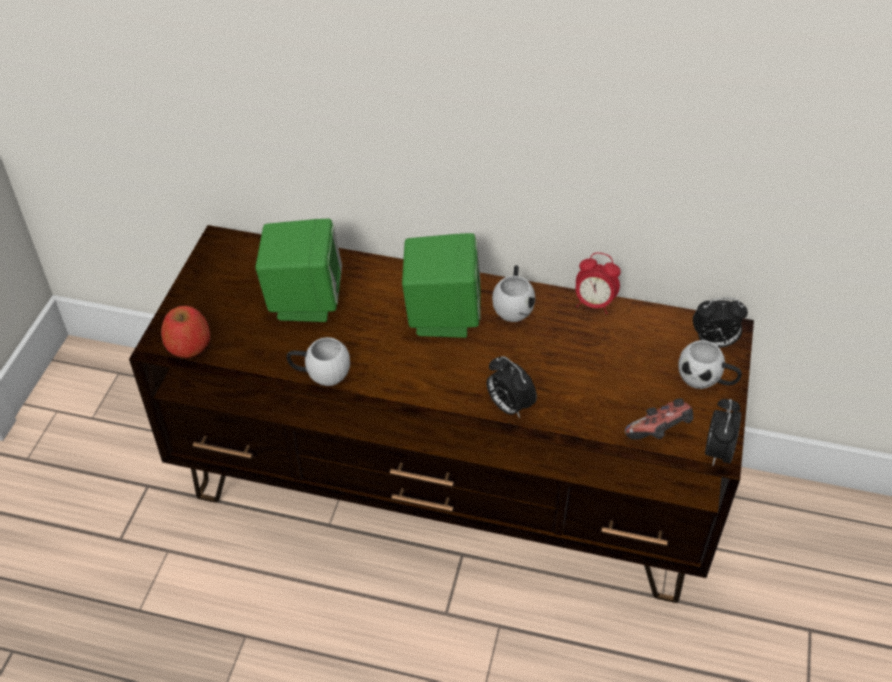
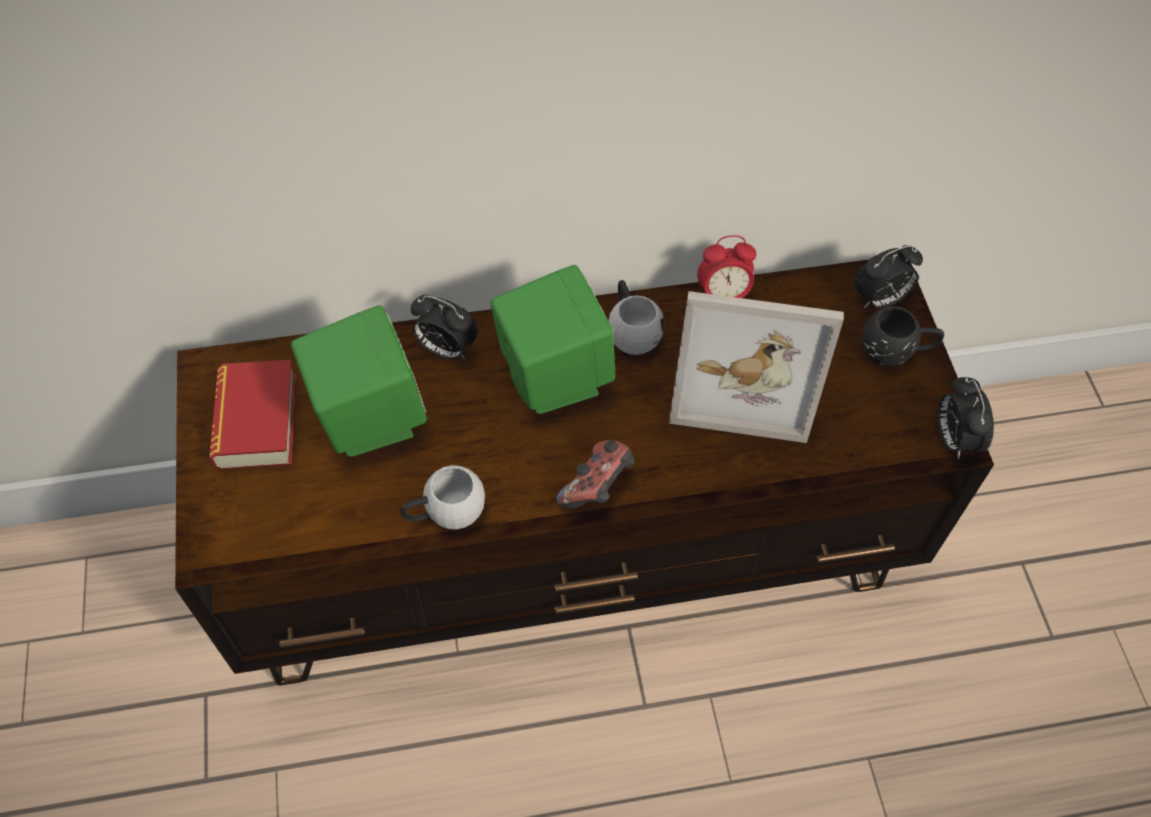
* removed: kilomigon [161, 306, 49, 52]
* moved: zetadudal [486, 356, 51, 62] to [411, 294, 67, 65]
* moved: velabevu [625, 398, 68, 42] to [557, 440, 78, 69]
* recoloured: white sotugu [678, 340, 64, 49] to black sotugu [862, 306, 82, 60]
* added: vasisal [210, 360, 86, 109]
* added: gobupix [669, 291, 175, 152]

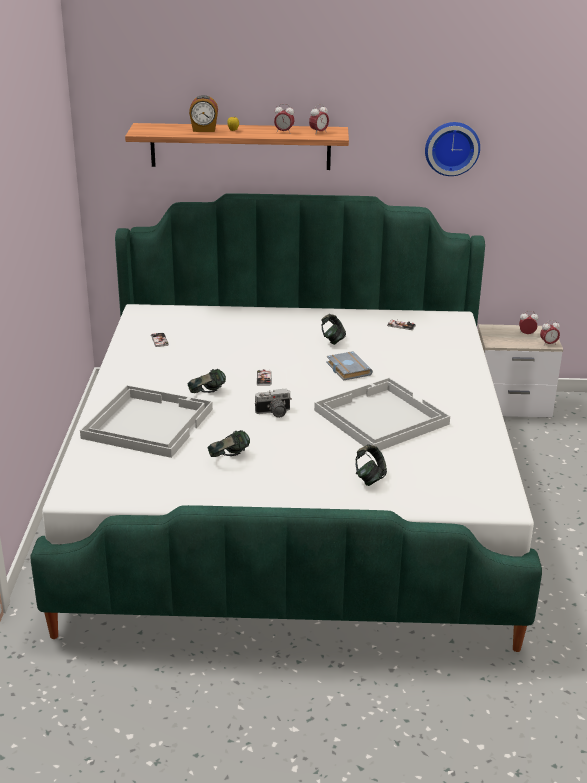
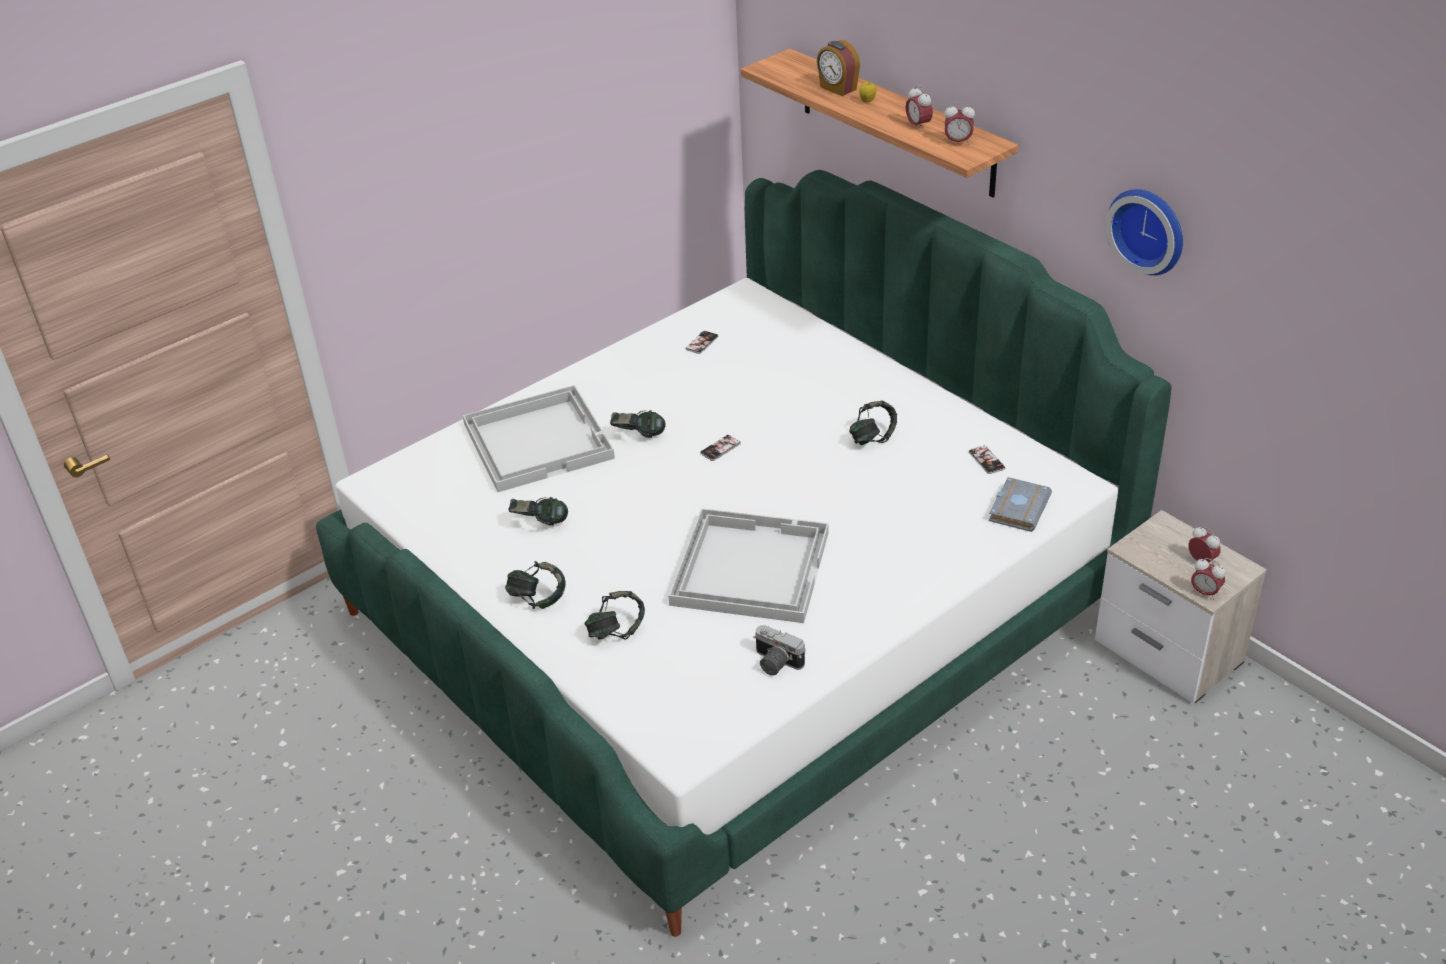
* moved: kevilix [255, 389, 37, 29] to [753, 625, 53, 51]
* moved: grey vasisal [326, 351, 47, 30] to [989, 477, 63, 55]
* added: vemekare [505, 561, 60, 48]

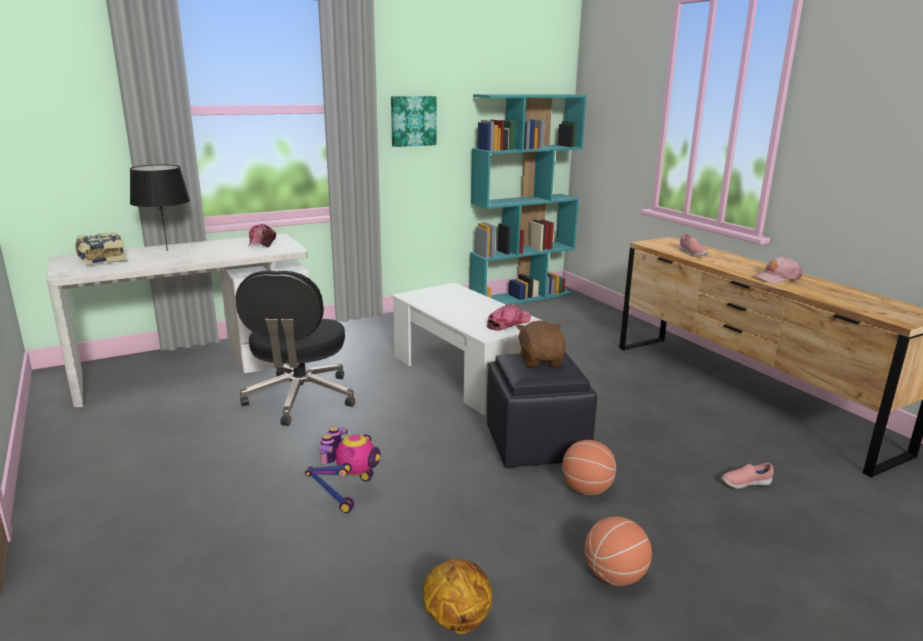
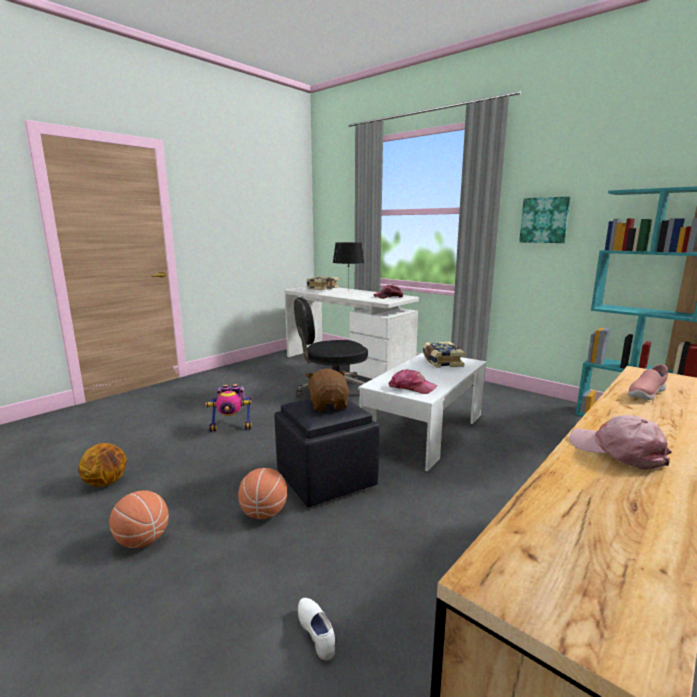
* turned: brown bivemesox [517, 321, 49, 47] = [306, 369, 43, 42] 75 degrees counterclockwise
* recoloured: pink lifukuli [721, 463, 53, 26] to white lifukuli [298, 598, 37, 62]
* added: vasisal [423, 342, 42, 26]

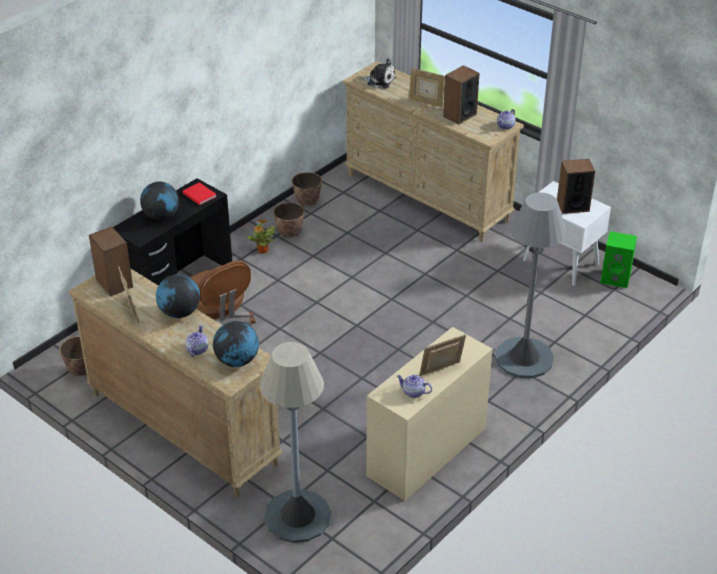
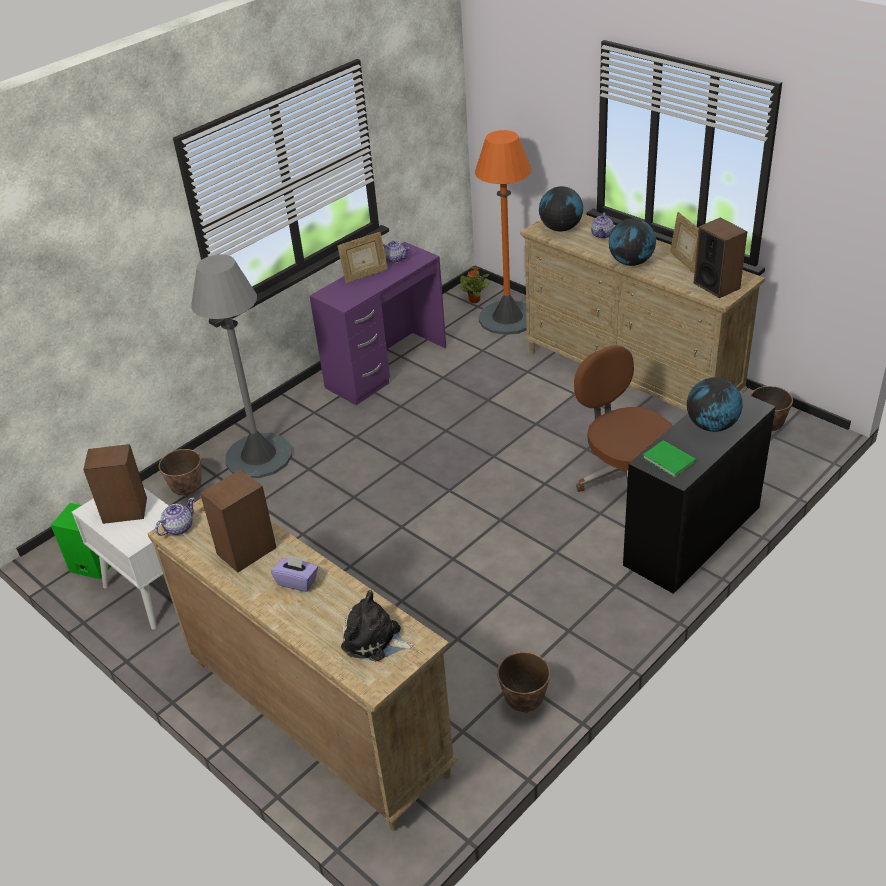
* recoloured: red vasisal [183, 182, 34, 23] to green vasisal [643, 440, 53, 38]
* moved: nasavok [247, 219, 28, 34] to [460, 266, 29, 37]
* recoloured: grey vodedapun [260, 342, 71, 201] to orange vodedapun [475, 130, 56, 205]
* moved: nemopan [273, 202, 32, 36] to [159, 449, 43, 49]
* recoloured: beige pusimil [366, 327, 127, 174] to purple pusimil [310, 242, 136, 163]
* replaced: gobupix [409, 68, 36, 39] to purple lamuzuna [271, 554, 47, 38]

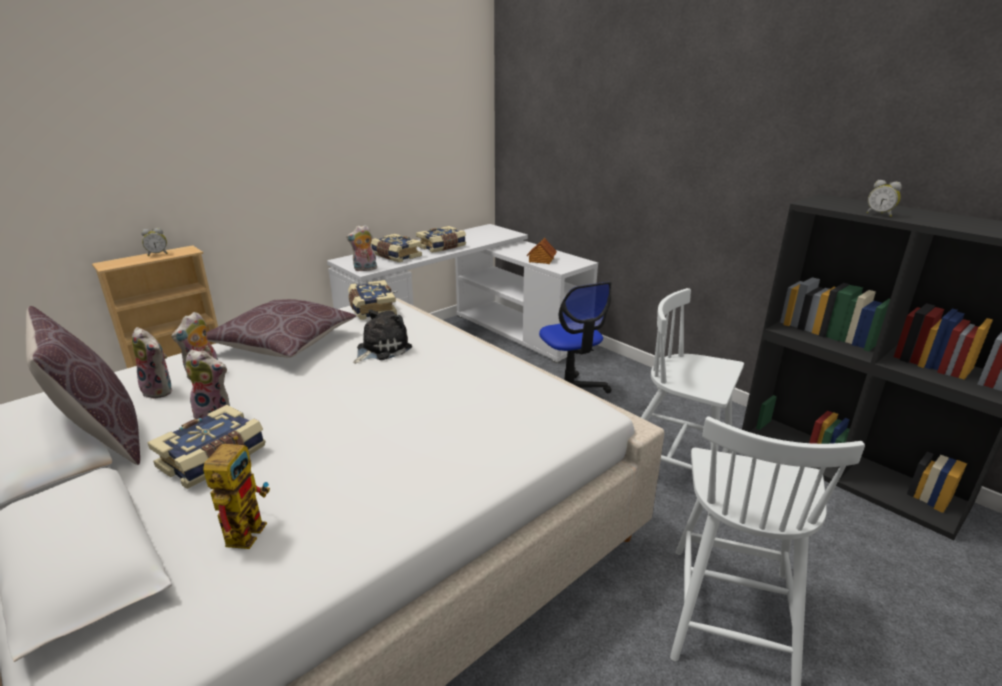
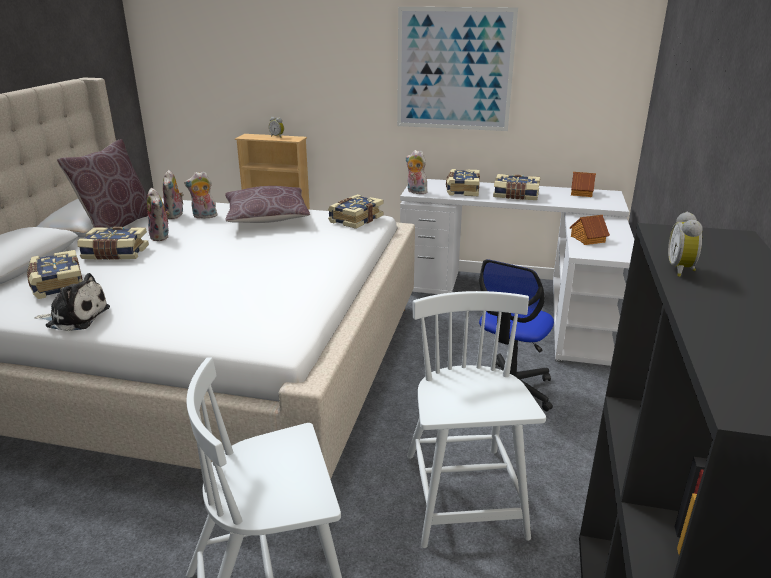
* replaced: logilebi [203, 436, 67, 113] to vasisal [27, 250, 56, 49]
* moved: bivemesox [353, 310, 59, 54] to [34, 273, 76, 58]
* added: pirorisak [397, 7, 121, 124]
* added: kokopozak [571, 172, 25, 25]

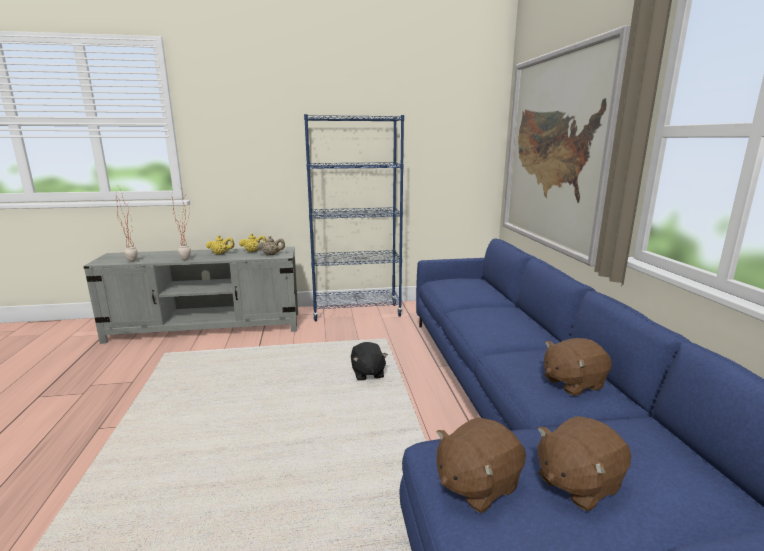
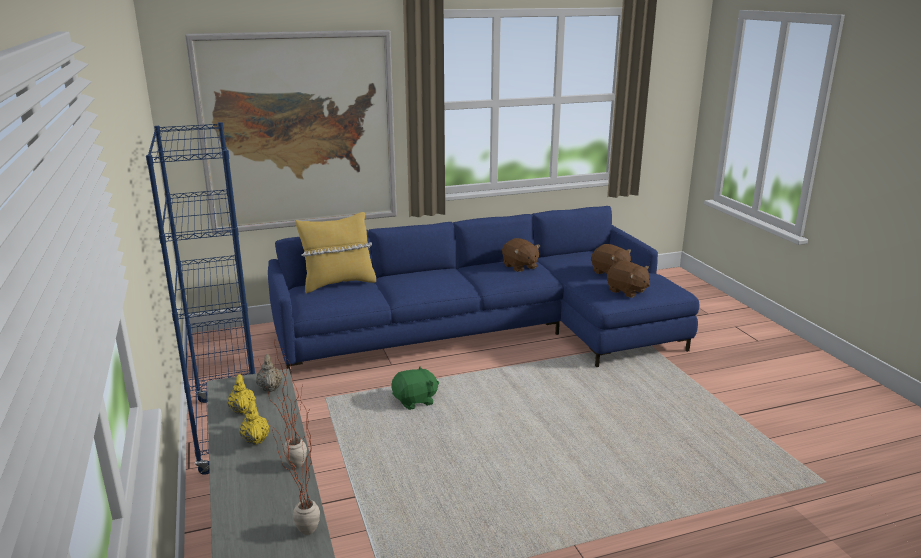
* recoloured: black bivemesox [351, 342, 37, 39] to green bivemesox [391, 366, 48, 44]
* added: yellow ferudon [295, 212, 81, 81]

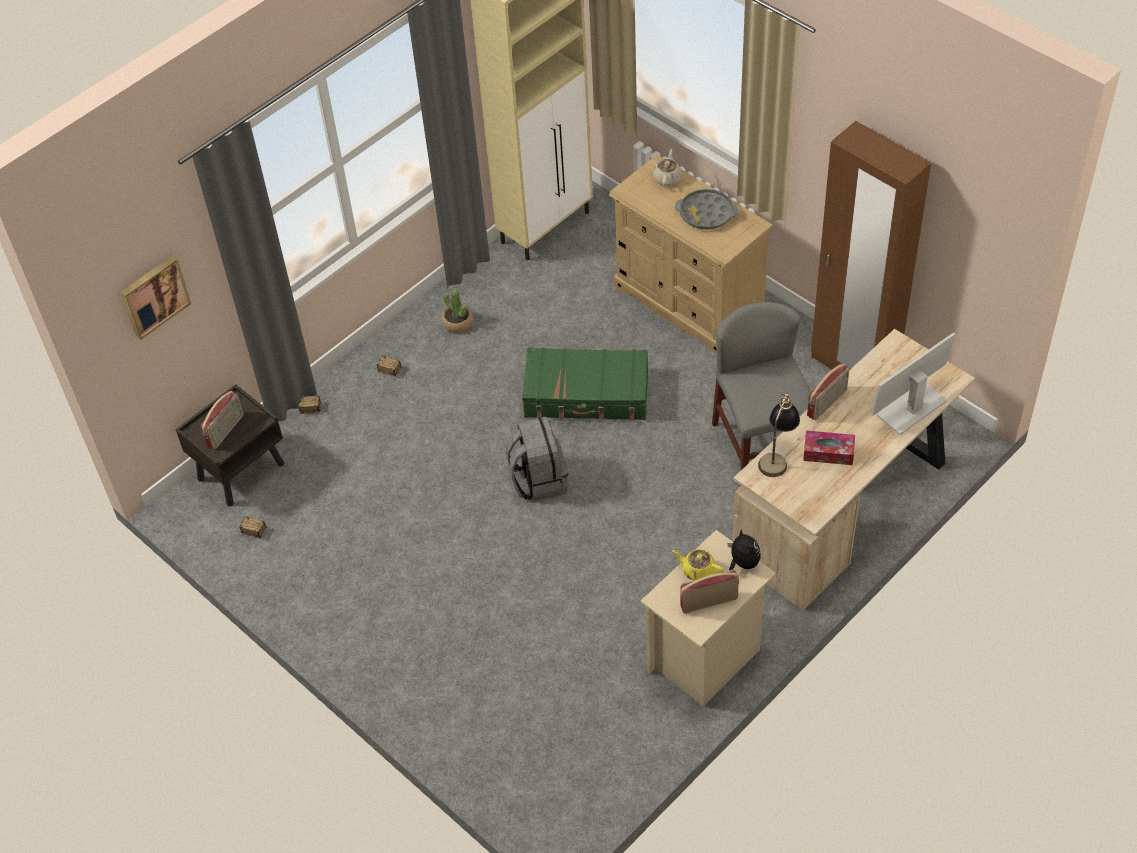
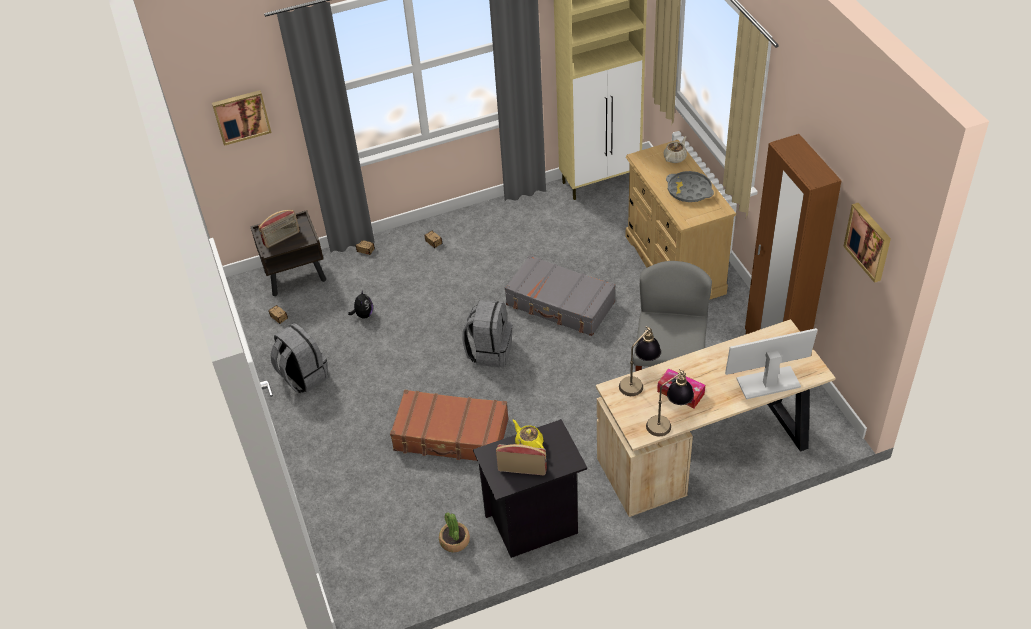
* moved: nasavok [441, 289, 32, 44] to [439, 512, 31, 40]
* recoloured: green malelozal [522, 347, 126, 74] to grey malelozal [505, 255, 110, 81]
* recoloured: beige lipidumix [641, 530, 135, 176] to black lipidumix [473, 419, 114, 139]
* moved: bivemesox [728, 529, 32, 41] to [348, 289, 25, 30]
* removed: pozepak [807, 363, 43, 57]
* added: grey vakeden [271, 323, 58, 71]
* added: brown malelozal [390, 390, 119, 71]
* added: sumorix [646, 369, 48, 67]
* added: pirorisak [843, 203, 48, 80]

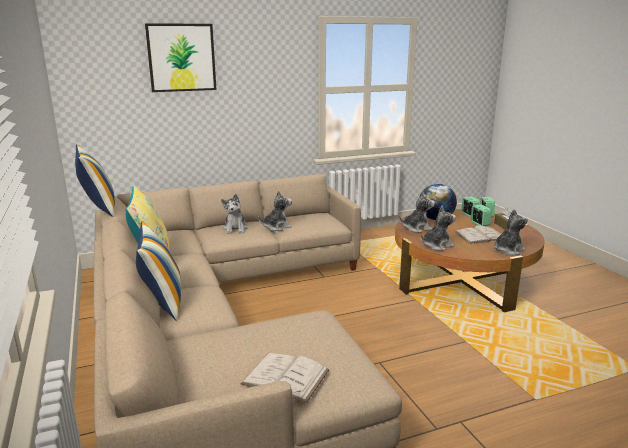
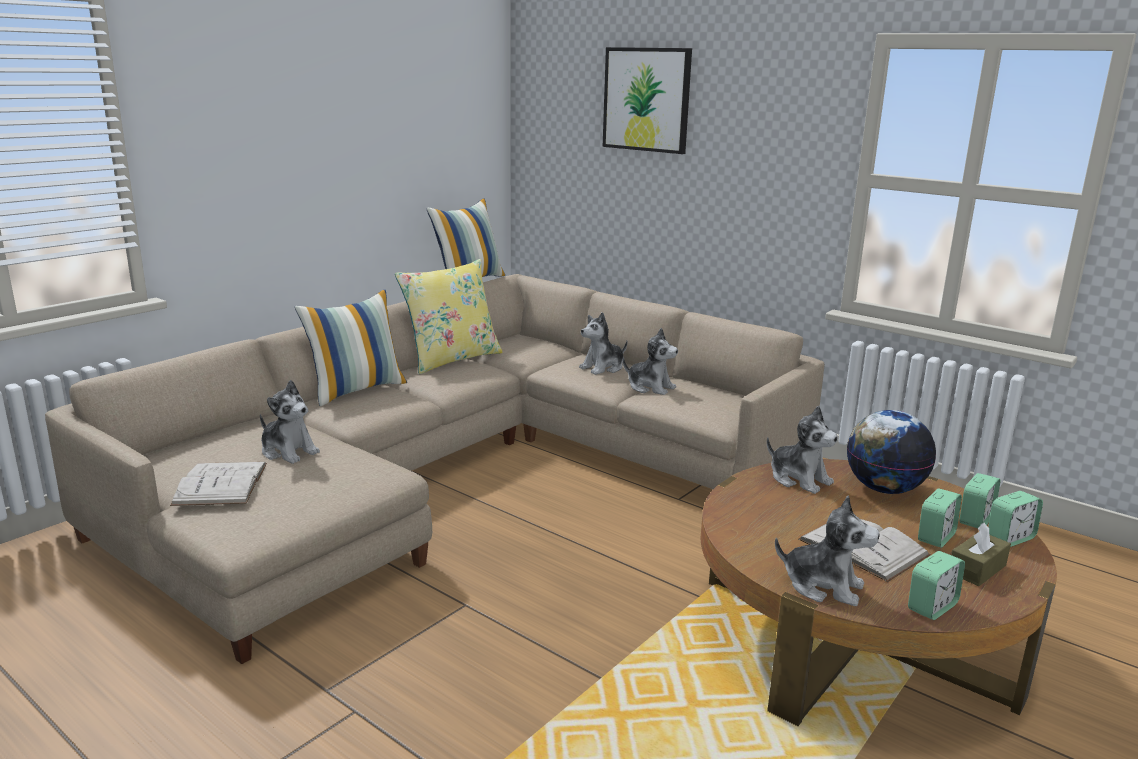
* moved: bivemesox [420, 206, 36, 45] to [260, 380, 60, 84]
* added: zetadudal [908, 551, 57, 69]

